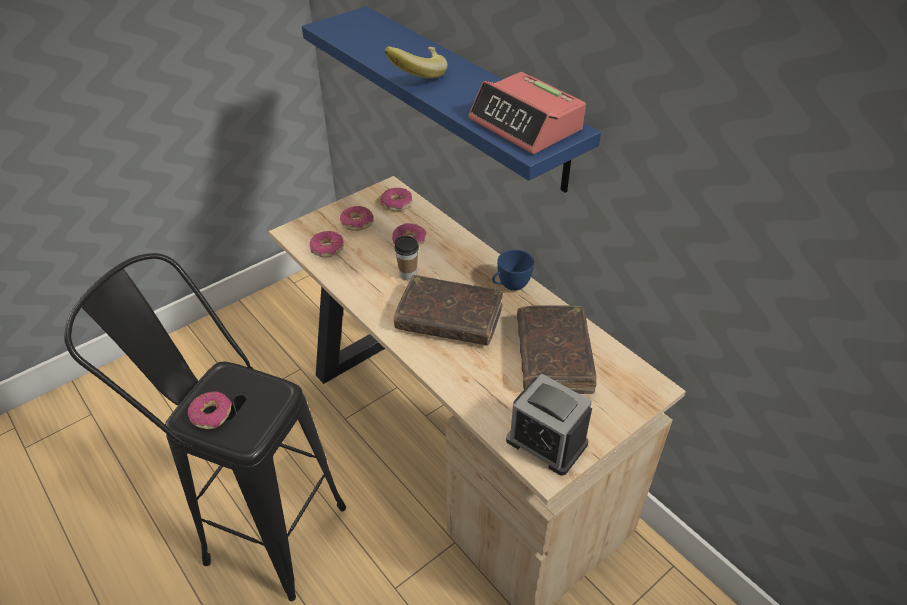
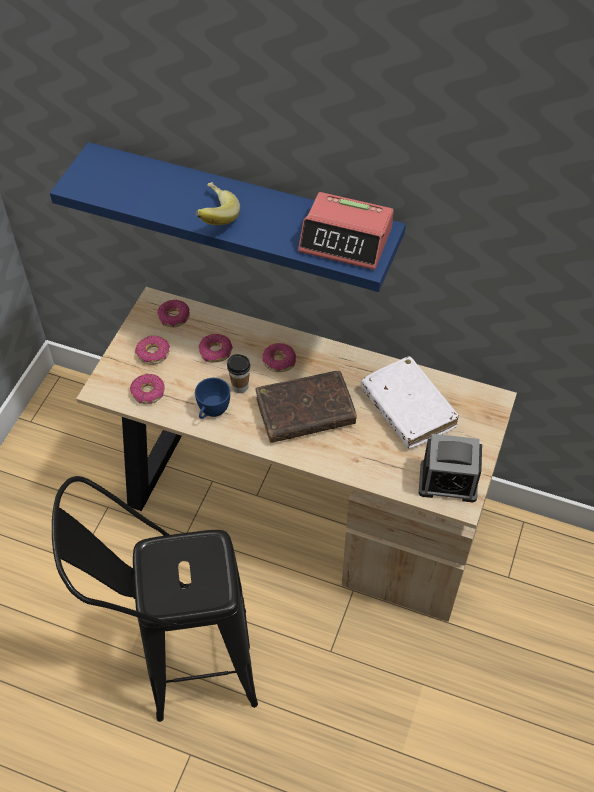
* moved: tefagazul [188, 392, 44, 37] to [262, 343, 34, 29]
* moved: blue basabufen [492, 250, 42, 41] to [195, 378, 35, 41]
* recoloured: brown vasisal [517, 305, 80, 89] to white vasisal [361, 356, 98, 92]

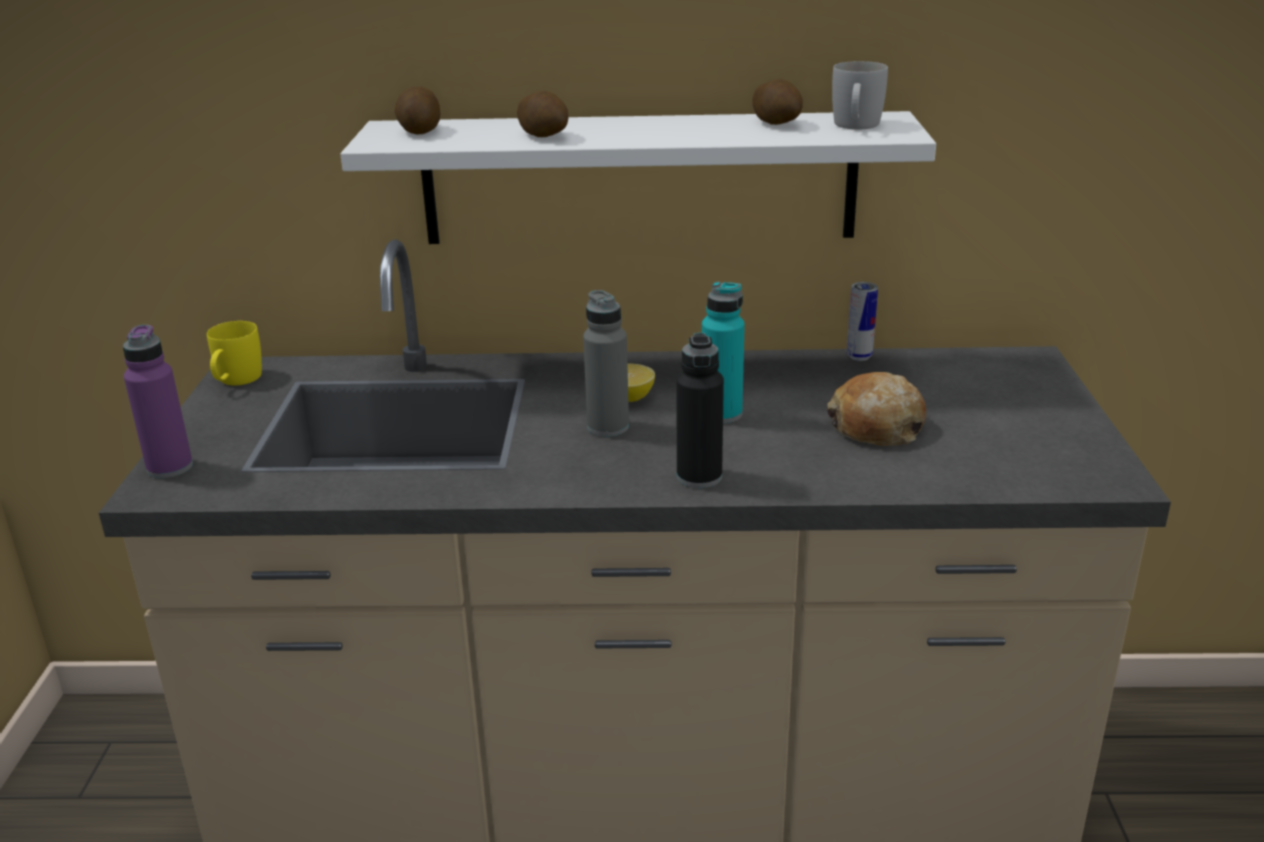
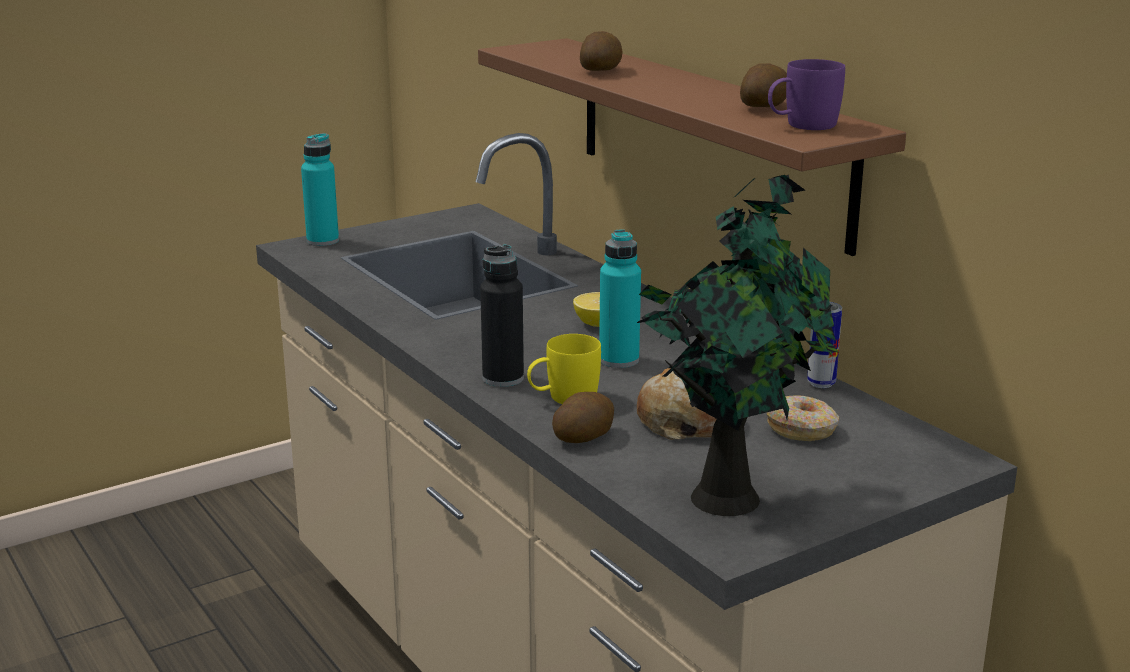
* recoloured: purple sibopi [123, 325, 70, 153] to turquoise sibopi [301, 133, 38, 113]
* moved: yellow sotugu [207, 321, 55, 64] to [527, 334, 74, 70]
* recoloured: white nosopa [340, 111, 596, 133] to brown nosopa [478, 38, 428, 218]
* moved: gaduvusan [395, 87, 45, 48] to [552, 392, 62, 51]
* removed: grey sibopi [583, 290, 46, 147]
* recoloured: white sotugu [832, 61, 56, 68] to purple sotugu [768, 59, 77, 71]
* added: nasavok [637, 175, 202, 341]
* added: tefagazul [767, 395, 72, 46]

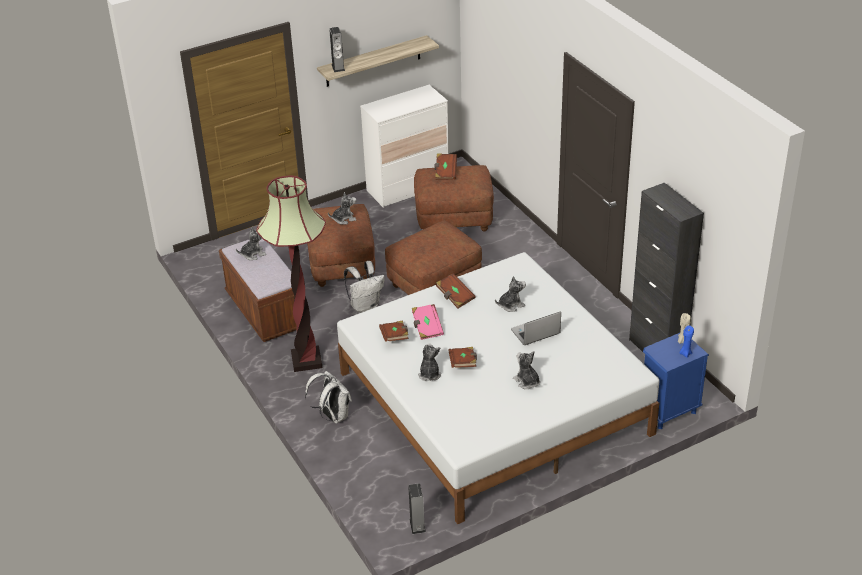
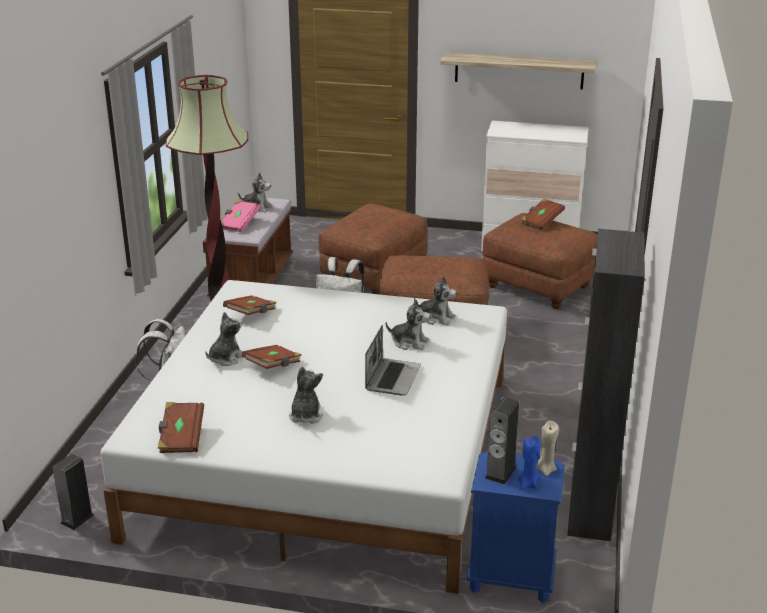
* moved: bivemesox [328, 192, 28, 33] to [414, 277, 43, 49]
* moved: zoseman [329, 27, 16, 45] to [485, 397, 34, 88]
* moved: pink vasisal [412, 304, 32, 36] to [221, 200, 40, 32]
* moved: brown vasisal [436, 273, 40, 35] to [158, 402, 46, 51]
* turned: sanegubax [511, 312, 50, 33] = [365, 325, 56, 70] 90 degrees clockwise

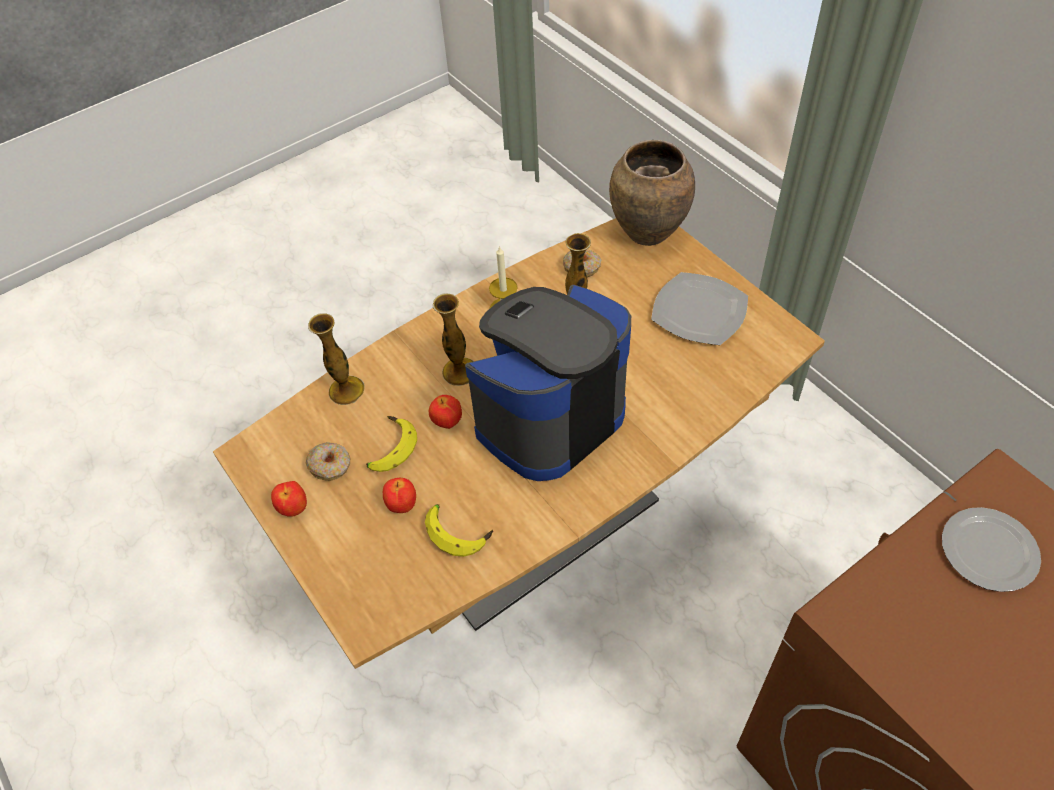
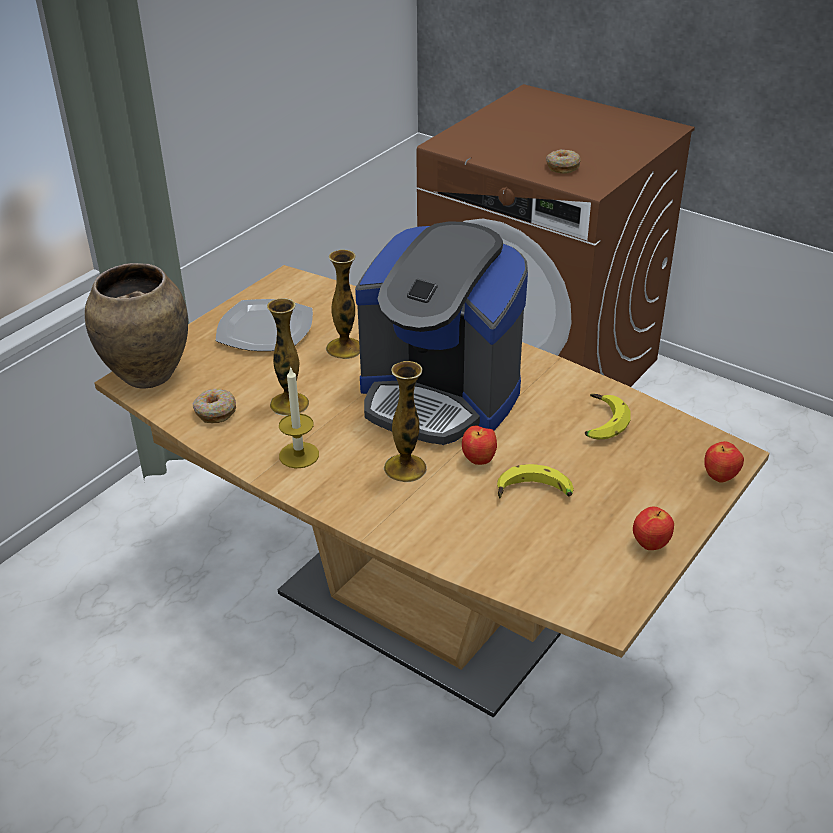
* moved: tefagazul [306, 442, 44, 39] to [546, 150, 35, 24]
* moved: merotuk [308, 313, 57, 92] to [326, 250, 34, 109]
* moved: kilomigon [383, 478, 33, 35] to [704, 441, 40, 42]
* removed: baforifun [942, 507, 99, 85]

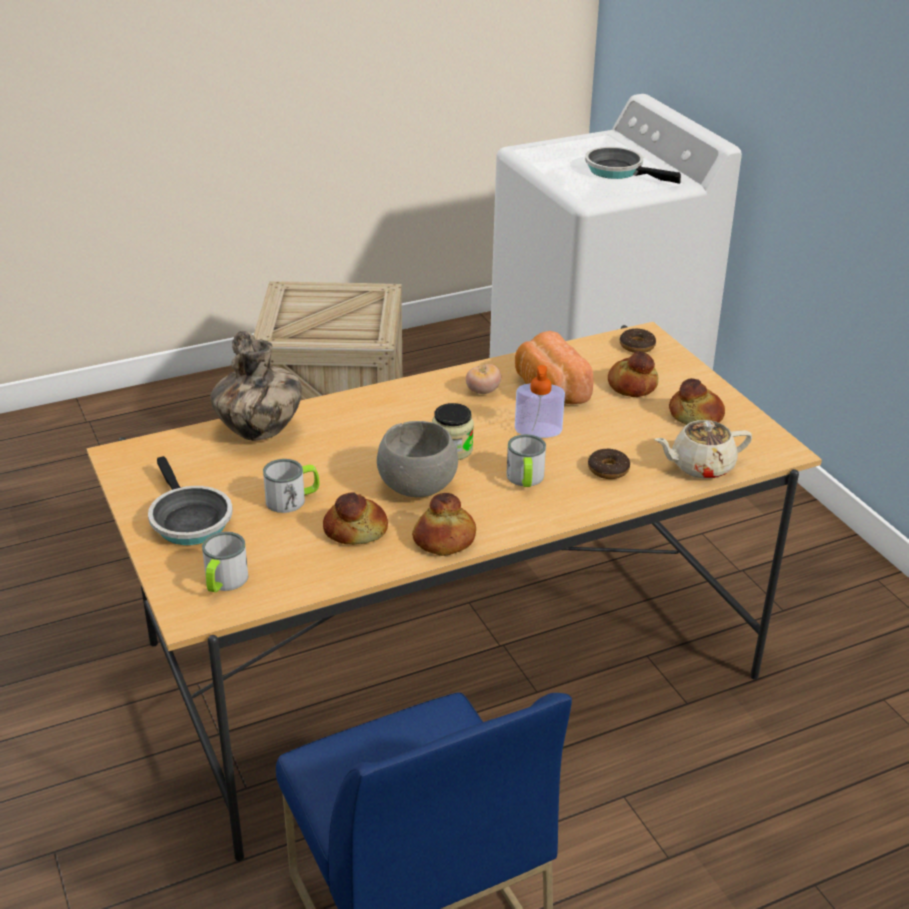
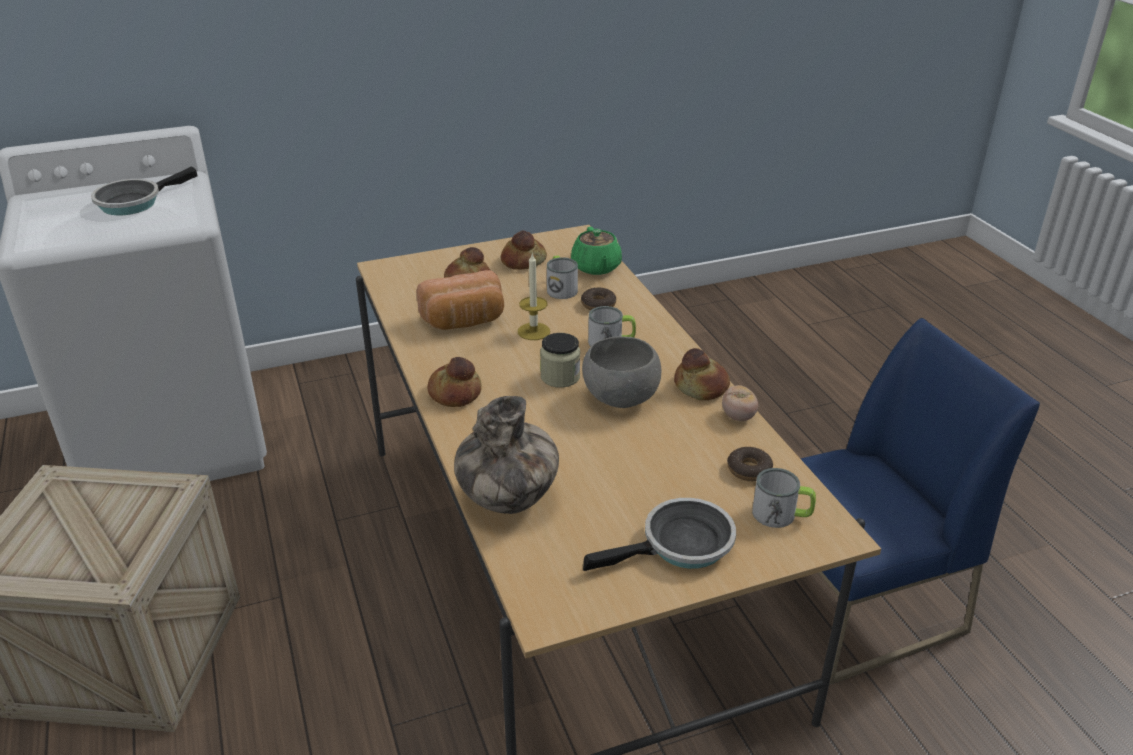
* moved: sotugu [263, 459, 56, 54] to [547, 255, 31, 44]
* moved: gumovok [323, 492, 65, 53] to [427, 357, 55, 50]
* moved: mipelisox [466, 364, 35, 30] to [722, 385, 36, 36]
* replaced: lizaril [515, 365, 50, 73] to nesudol [518, 253, 32, 87]
* moved: tefagazul [620, 329, 36, 24] to [727, 447, 46, 34]
* recoloured: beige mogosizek [655, 420, 97, 59] to green mogosizek [571, 227, 51, 48]

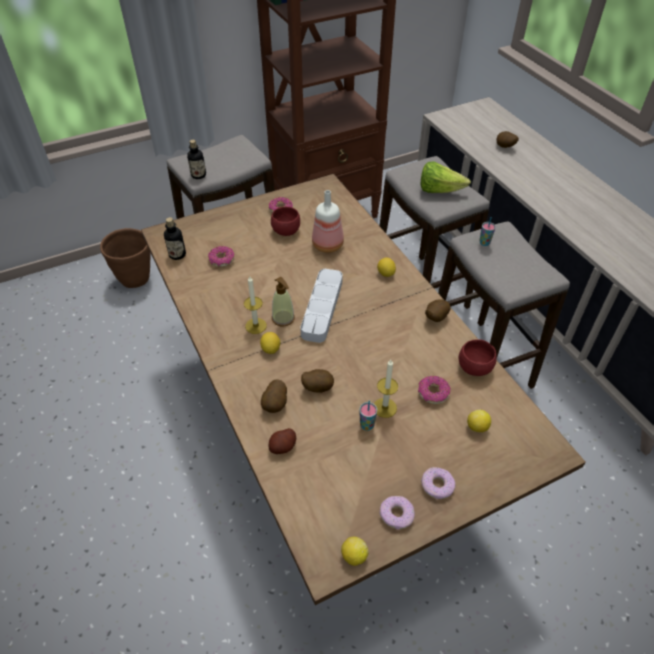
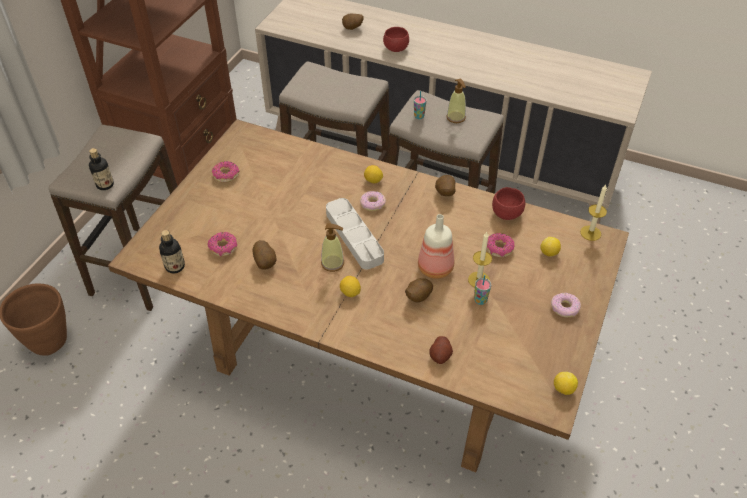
* moved: nesudol [244, 276, 23, 58] to [580, 185, 27, 56]
* moved: gaduvusan [261, 379, 26, 34] to [253, 240, 23, 30]
* moved: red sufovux [271, 207, 29, 29] to [383, 27, 26, 25]
* moved: sibopi [312, 190, 32, 63] to [418, 214, 36, 65]
* moved: tefagazul [379, 496, 36, 33] to [360, 191, 26, 20]
* removed: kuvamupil [421, 161, 50, 32]
* added: lizaril [446, 78, 20, 45]

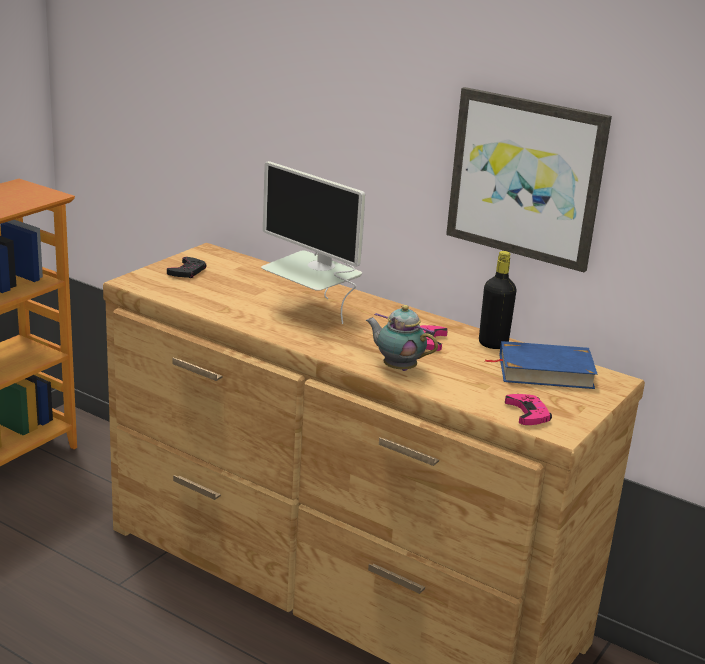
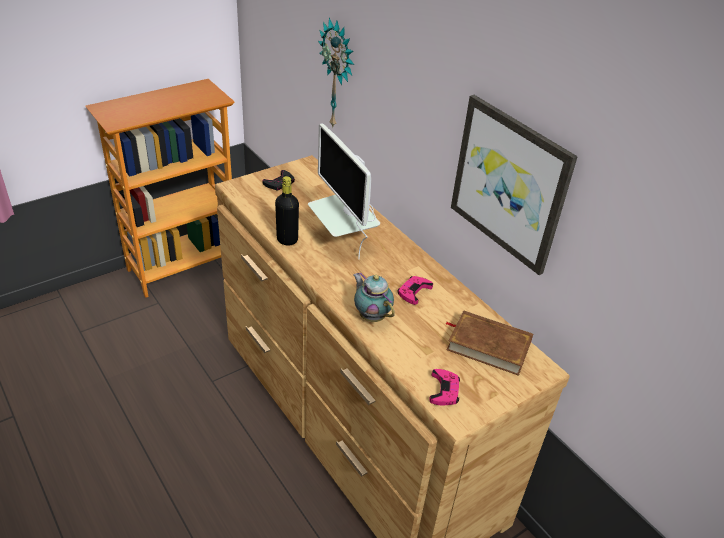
* moved: black sibopi [479, 251, 38, 98] to [275, 176, 24, 70]
* recoloured: blue vasisal [484, 341, 114, 48] to brown vasisal [445, 310, 88, 66]
* added: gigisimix [318, 18, 36, 111]

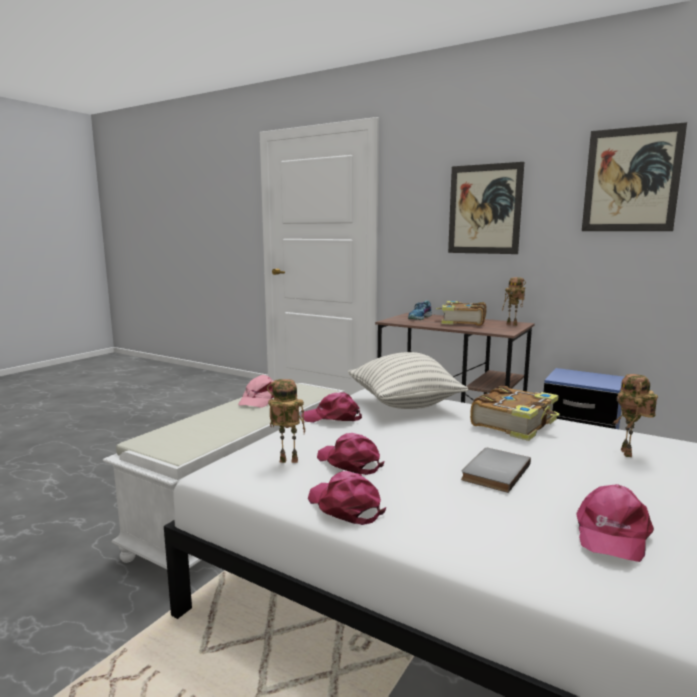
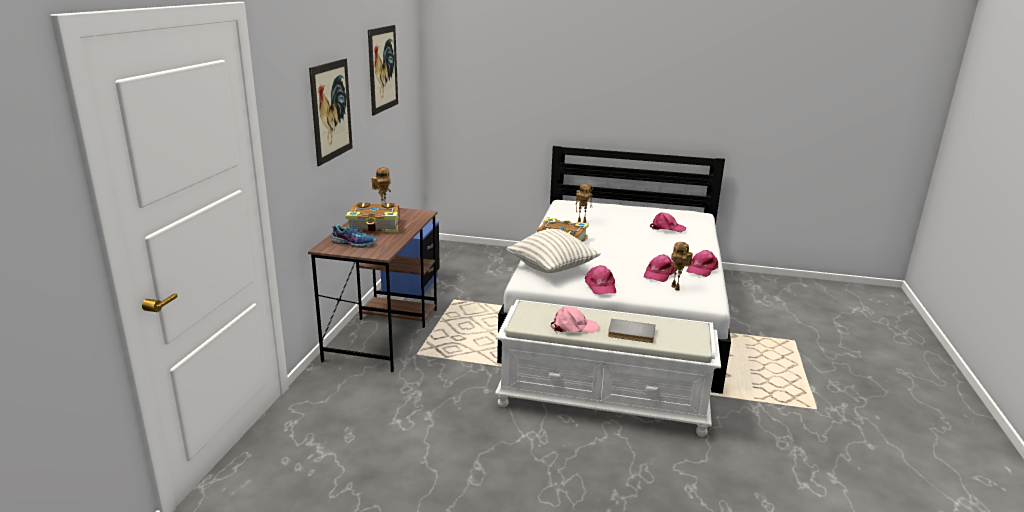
* moved: grey vasisal [461, 448, 70, 45] to [608, 319, 47, 24]

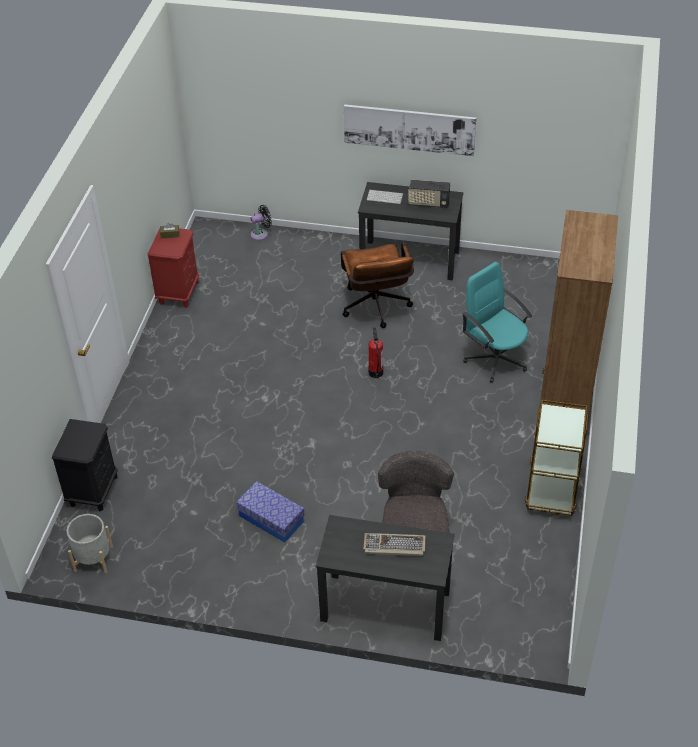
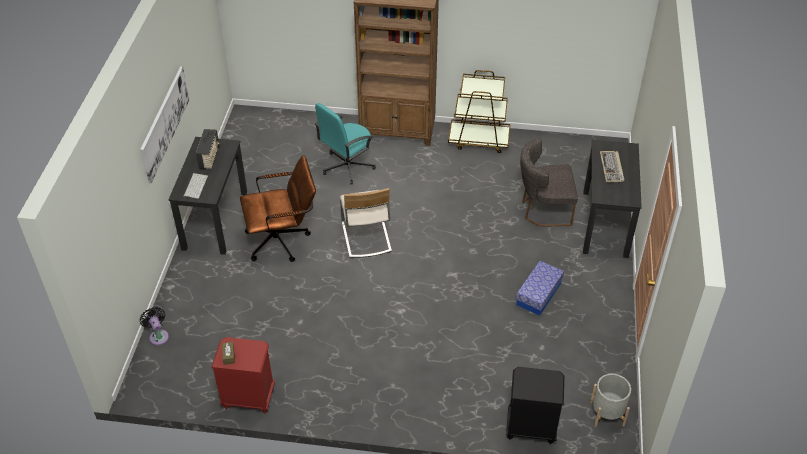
* replaced: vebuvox [369, 327, 14, 51] to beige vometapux [340, 188, 52, 70]

